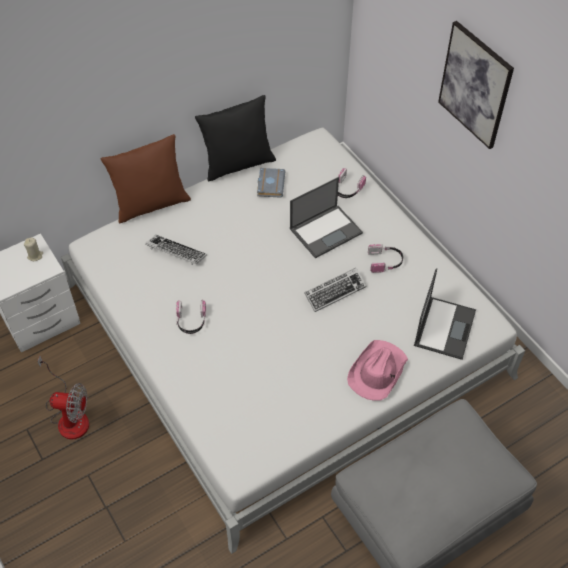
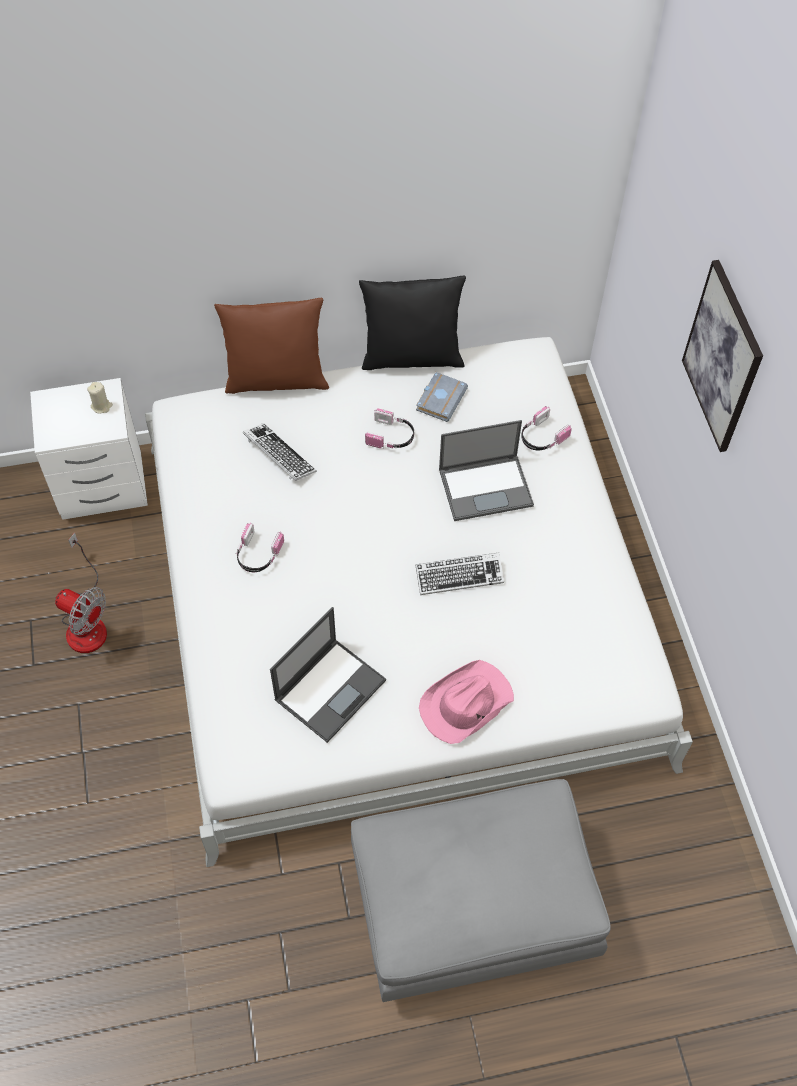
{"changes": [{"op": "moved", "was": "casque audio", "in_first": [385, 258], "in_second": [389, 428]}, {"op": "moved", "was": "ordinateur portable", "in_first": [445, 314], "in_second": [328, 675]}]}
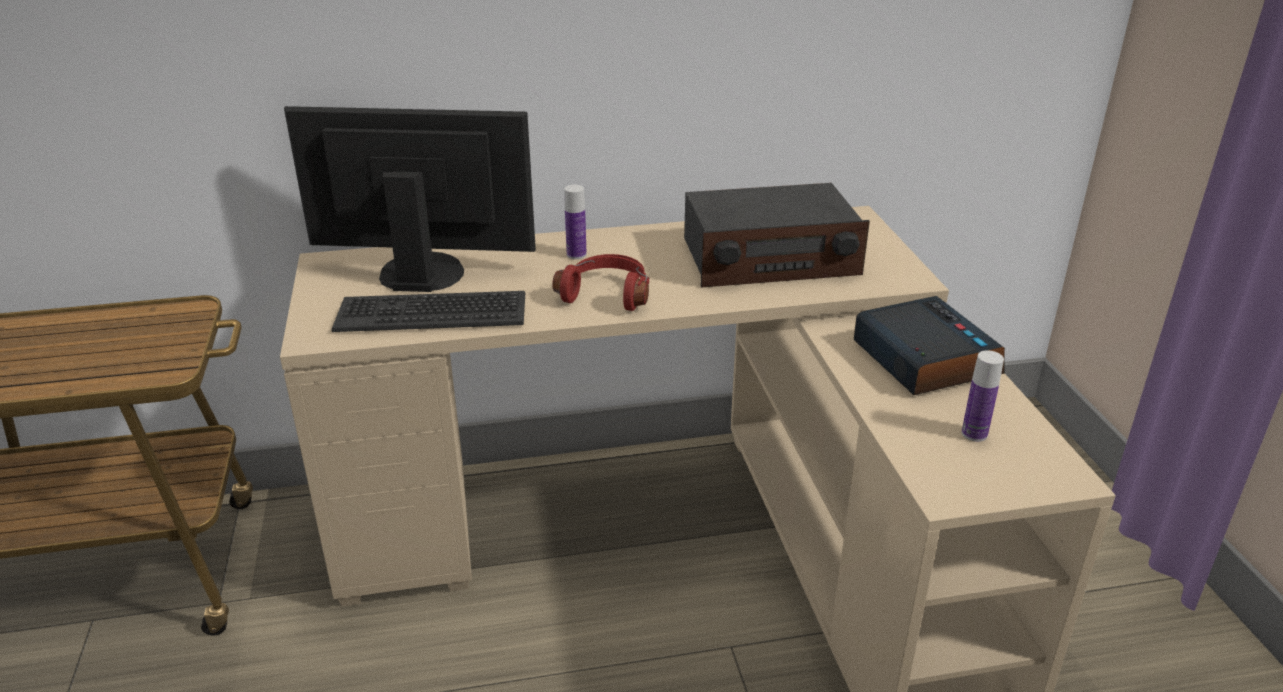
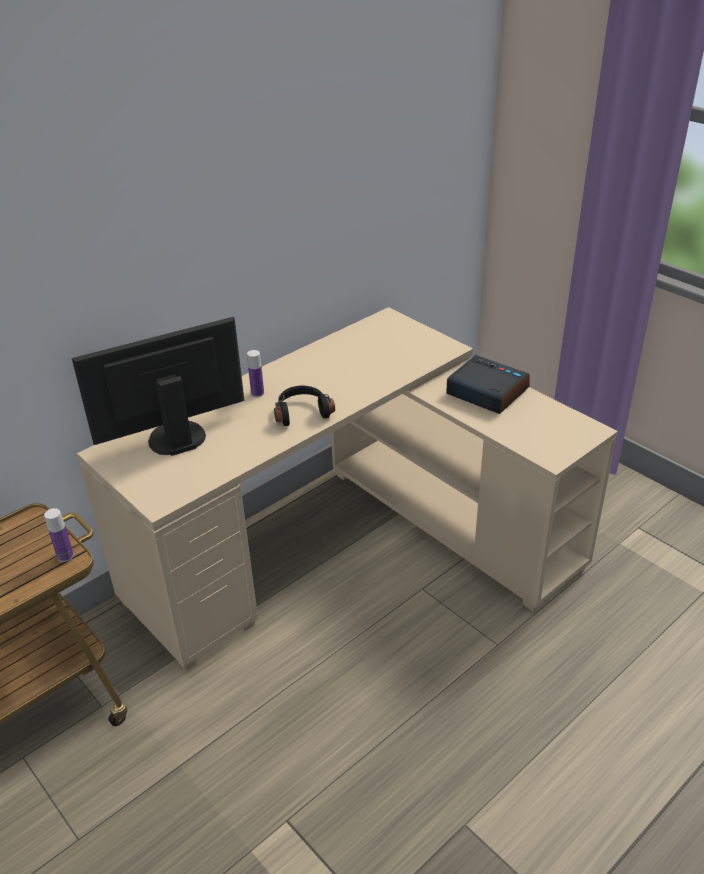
{"changes": [{"op": "removed", "was": "clavier", "in_first": [428, 311]}, {"op": "recoloured", "was": "casque audio (rouge)", "now": "casque audio (noir)", "in_first": [600, 282], "in_second": [304, 406]}, {"op": "removed", "was": "radio", "in_first": [777, 235]}, {"op": "moved", "was": "bouteille", "in_first": [983, 396], "in_second": [59, 535]}]}
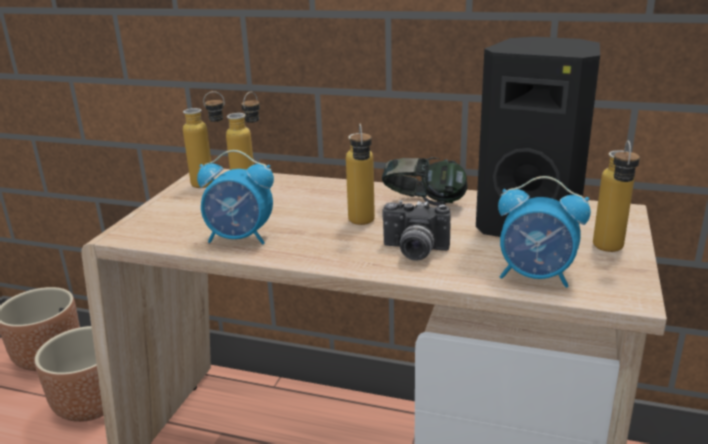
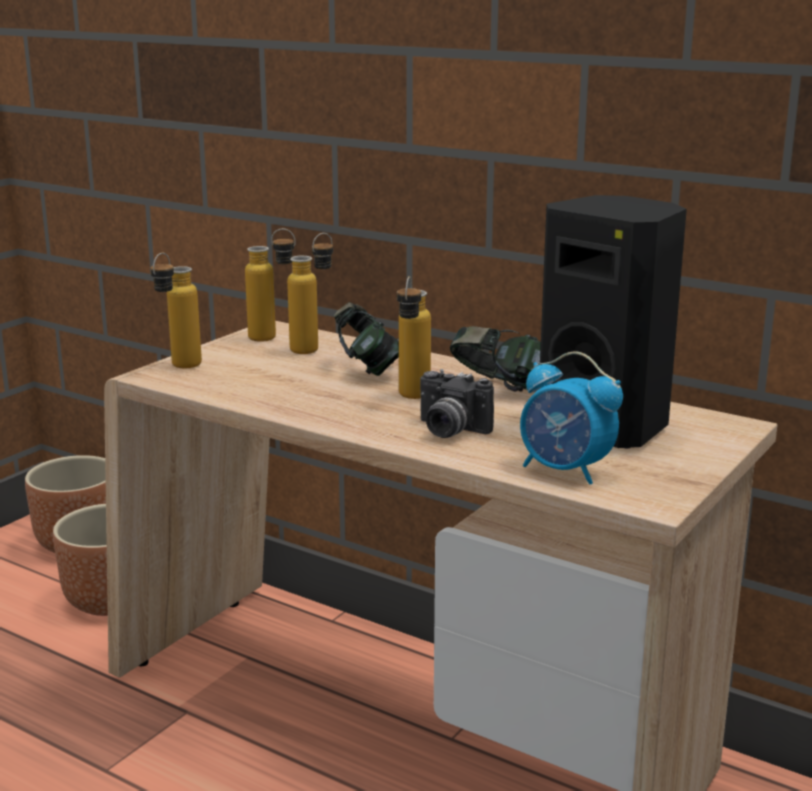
{"changes": [{"op": "removed", "was": "réveil", "in_first": [235, 197]}, {"op": "moved", "was": "bouteille", "in_first": [616, 196], "in_second": [176, 310]}, {"op": "added", "now": "casque audio", "in_second": [366, 339]}]}
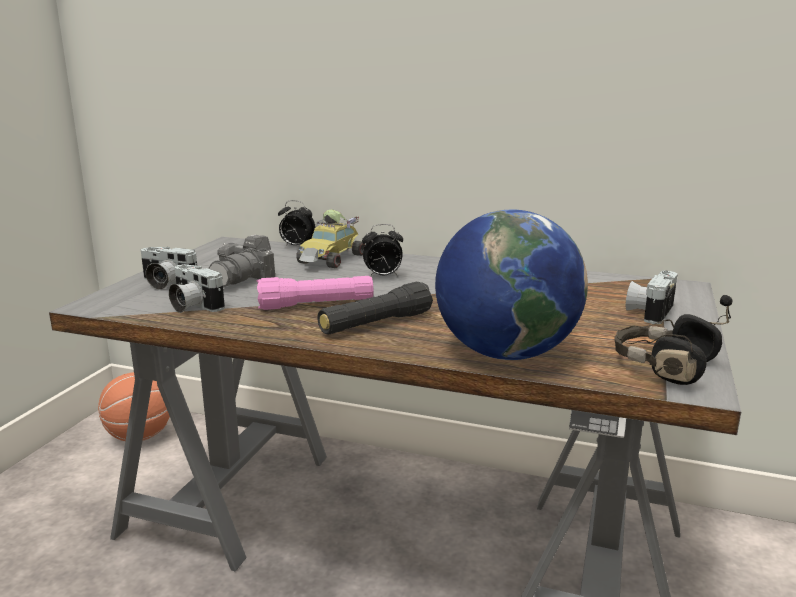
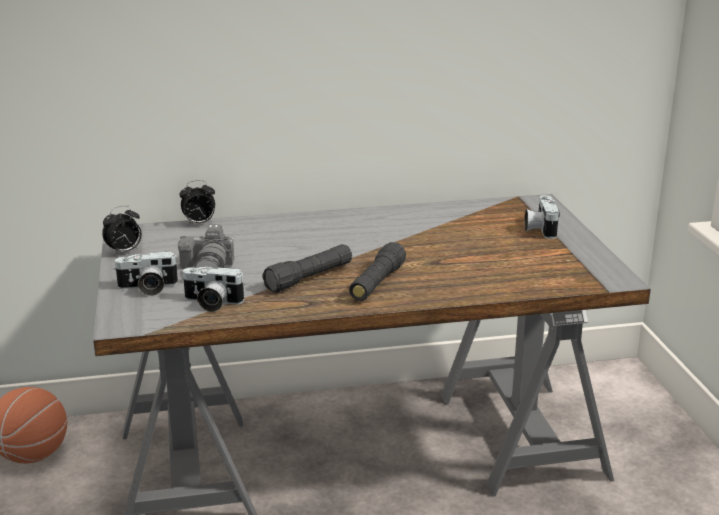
{"changes": [{"op": "recoloured", "was": "lampe de poche (rose)", "now": "lampe de poche (noir)", "in_first": [315, 293], "in_second": [307, 268]}, {"op": "removed", "was": "petite voiture", "in_first": [330, 238]}, {"op": "moved", "was": "réveil", "in_first": [382, 250], "in_second": [121, 230]}, {"op": "removed", "was": "globe", "in_first": [511, 285]}, {"op": "removed", "was": "casque audio (noir)", "in_first": [673, 340]}]}
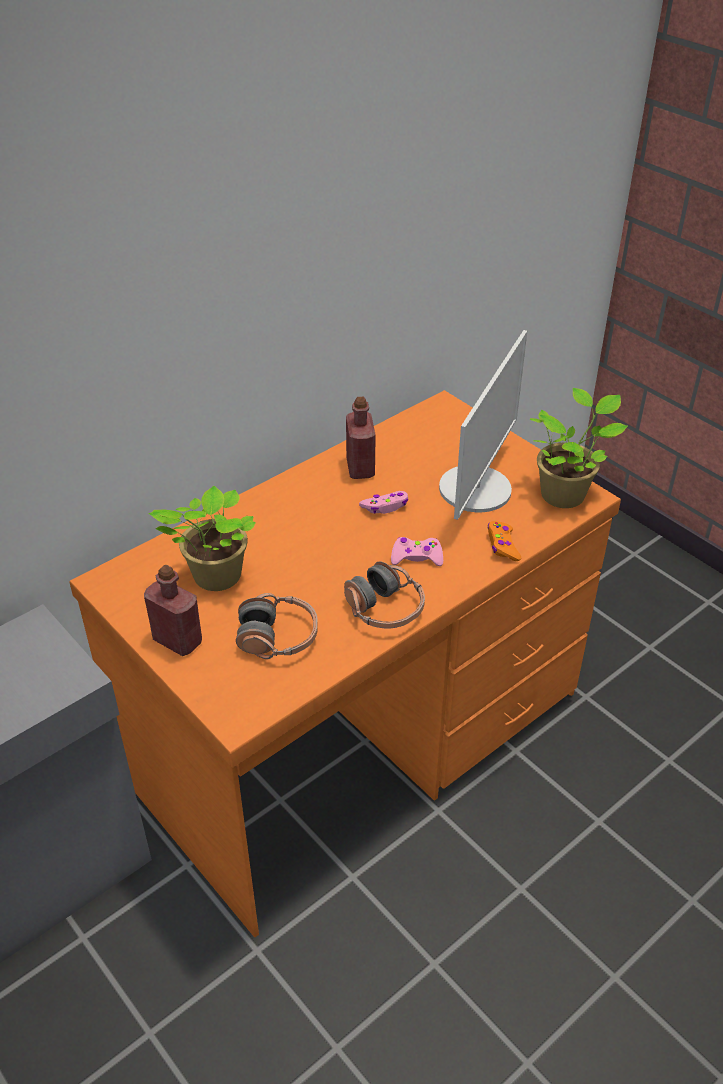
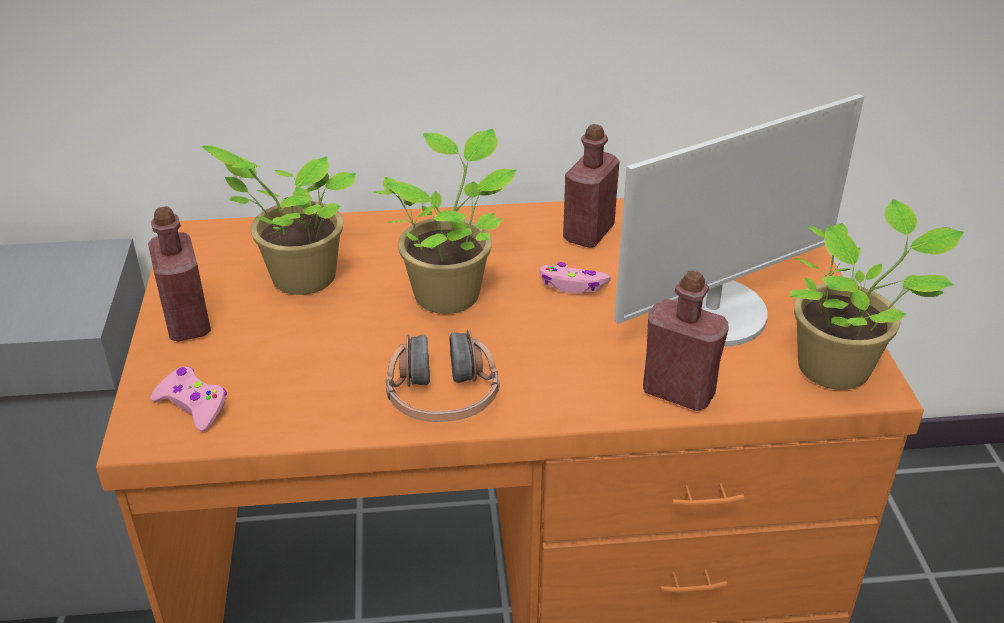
{"changes": [{"op": "removed", "was": "casque audio", "in_first": [277, 626]}, {"op": "moved", "was": "manette (rose)", "in_first": [417, 551], "in_second": [189, 399]}, {"op": "replaced", "was": "manette (orange)", "now": "bouteille (rouge)", "in_first": [504, 541], "in_second": [686, 341]}, {"op": "added", "now": "plante en pot", "in_second": [444, 221]}]}
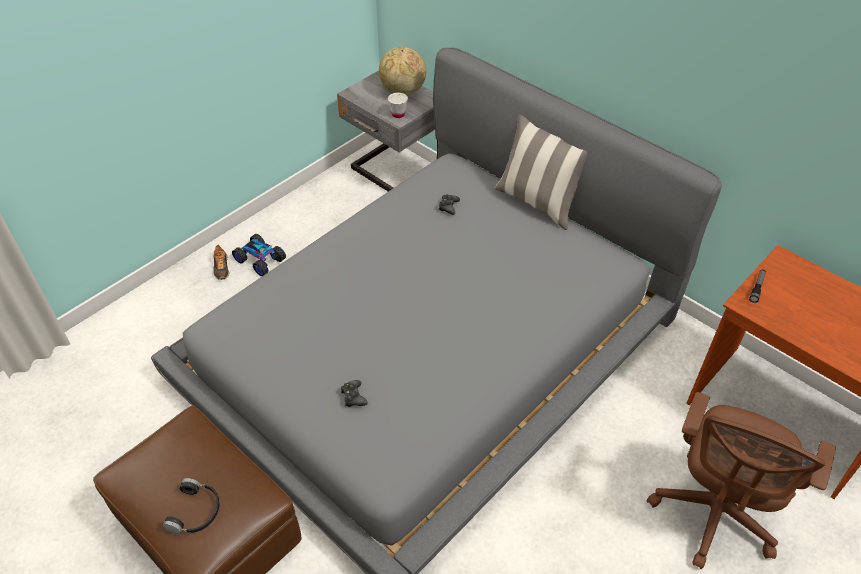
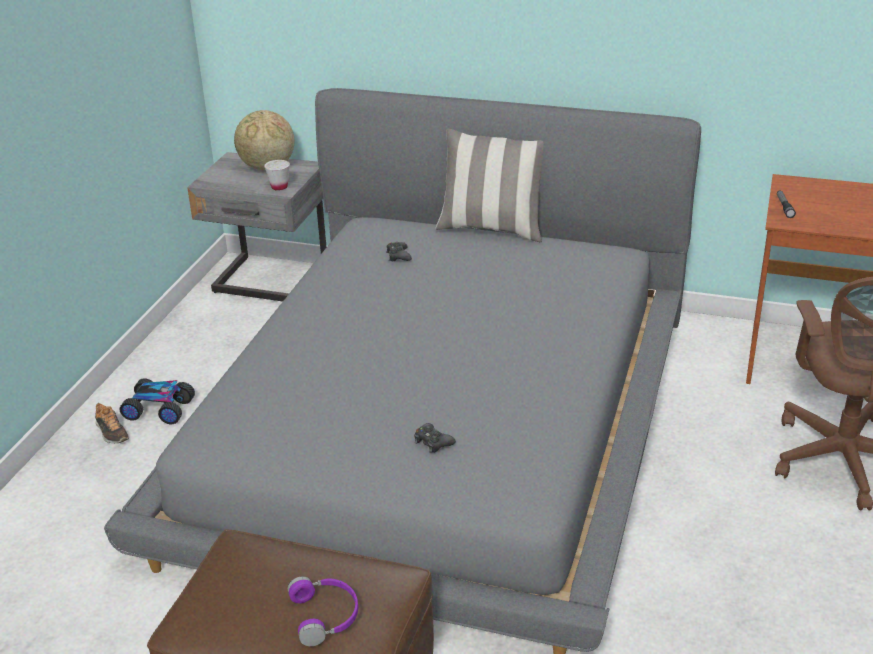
{"changes": [{"op": "recoloured", "was": "casque audio (noir)", "now": "casque audio (violet)", "in_first": [191, 506], "in_second": [323, 611]}]}
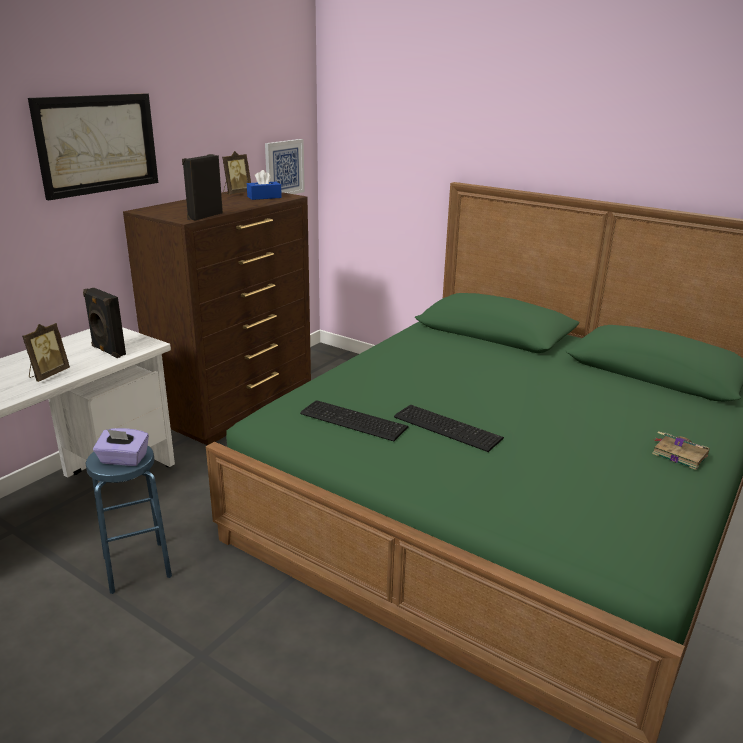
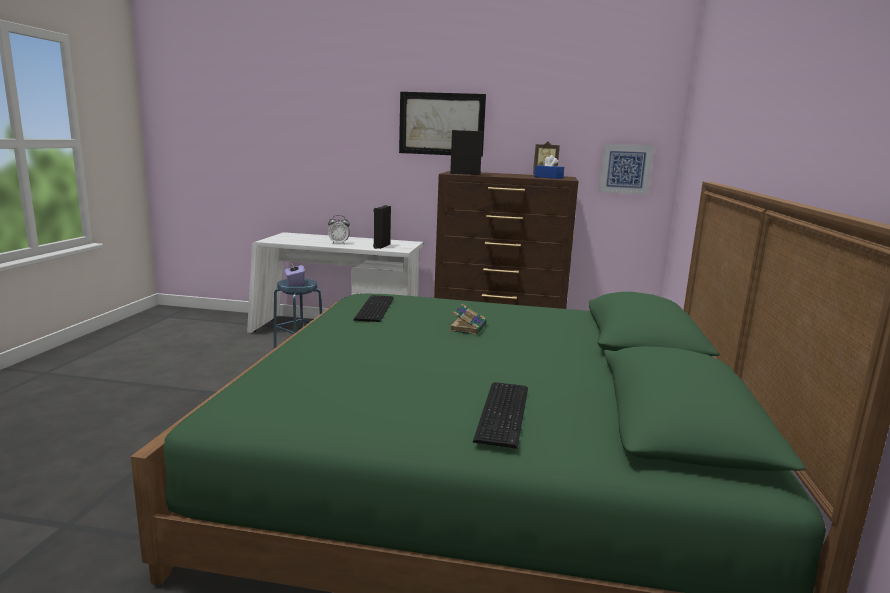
{"changes": [{"op": "replaced", "was": "cadre photo", "now": "réveil", "in_first": [46, 352], "in_second": [339, 230]}, {"op": "moved", "was": "clavier", "in_first": [449, 428], "in_second": [500, 415]}, {"op": "moved", "was": "livre", "in_first": [681, 450], "in_second": [468, 319]}]}
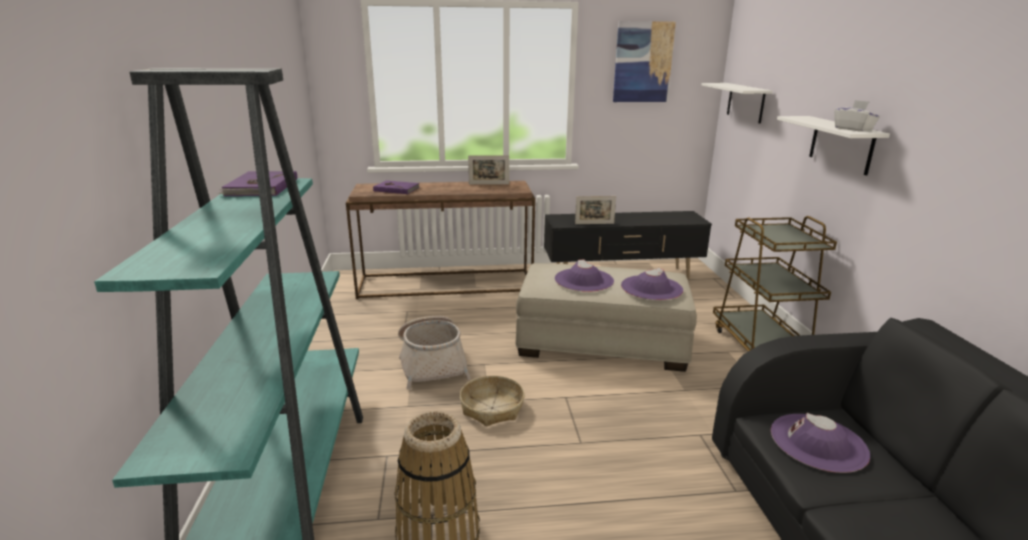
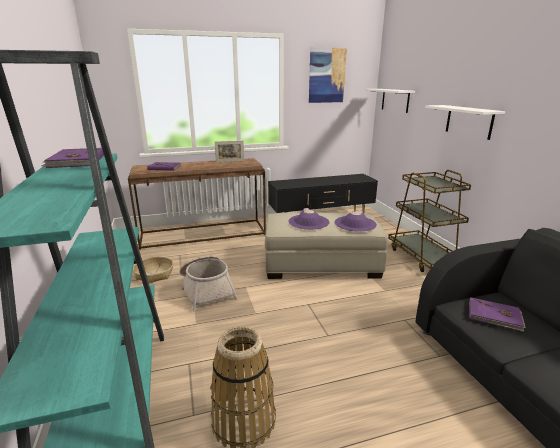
{"changes": [{"op": "moved", "was": "panier", "in_first": [492, 401], "in_second": [153, 270]}, {"op": "removed", "was": "cadre photo", "in_first": [595, 210]}, {"op": "replaced", "was": "chapeau (violet)", "now": "livre (violet)", "in_first": [820, 443], "in_second": [497, 314]}, {"op": "removed", "was": "boîte à mouchoirs (blanc)", "in_first": [857, 116]}]}
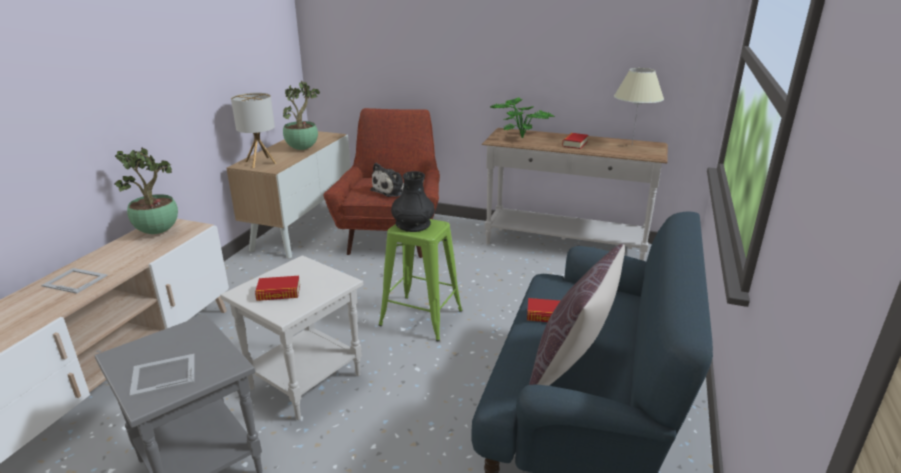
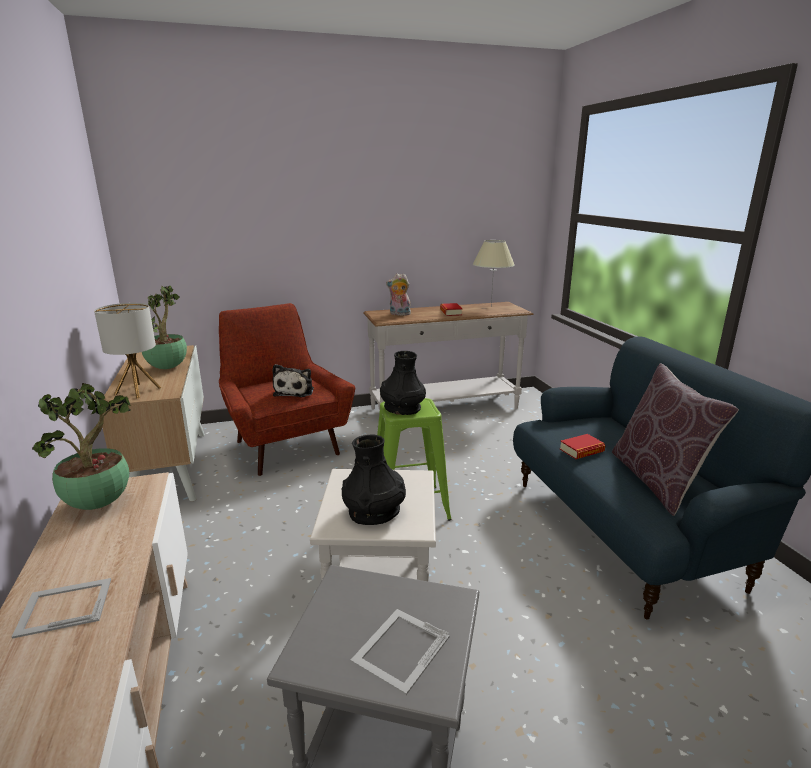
{"changes": [{"op": "replaced", "was": "livre", "now": "vase (noir)", "in_first": [277, 288], "in_second": [374, 480]}, {"op": "replaced", "was": "plante en pot", "now": "peluche", "in_first": [522, 117], "in_second": [398, 294]}]}
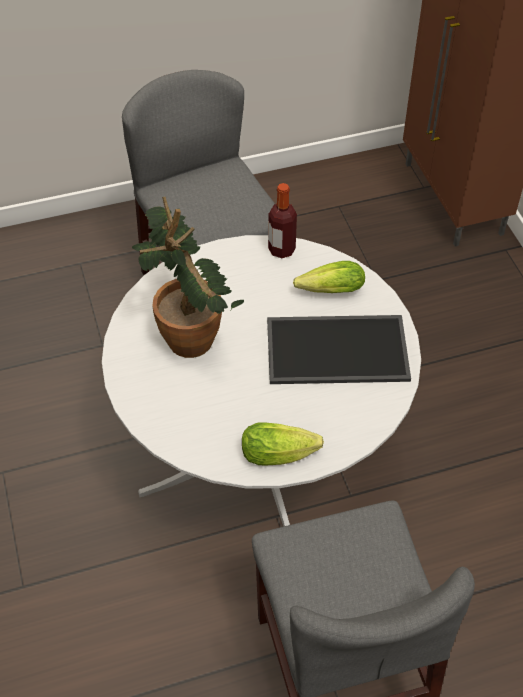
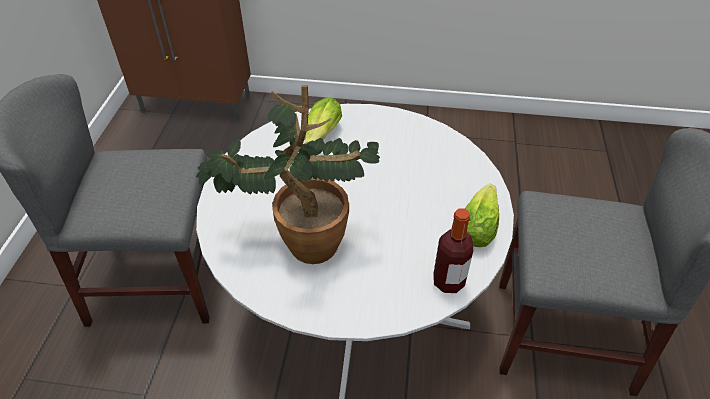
{"changes": [{"op": "removed", "was": "plateau", "in_first": [339, 349]}, {"op": "moved", "was": "bouteille", "in_first": [282, 220], "in_second": [453, 250]}]}
